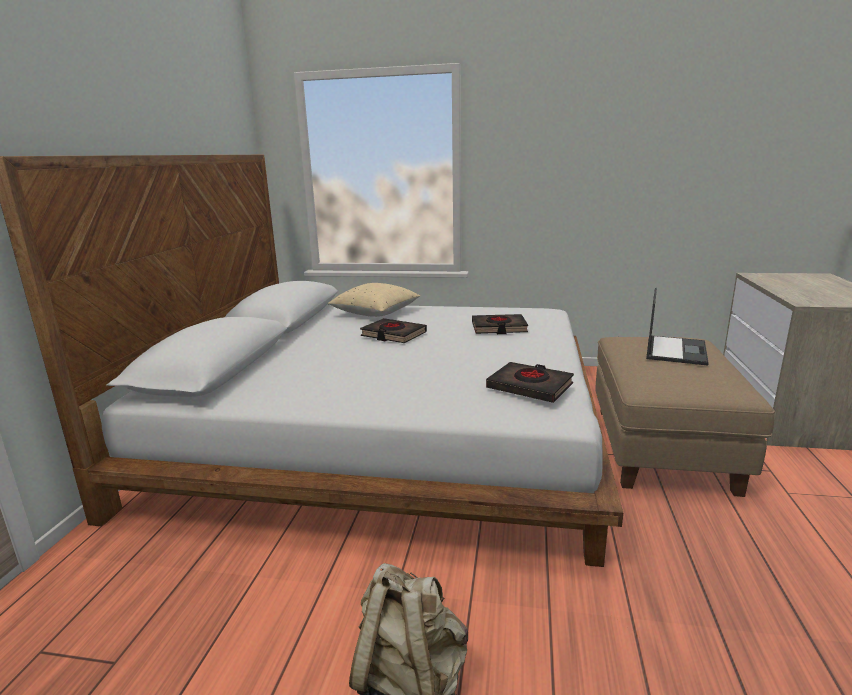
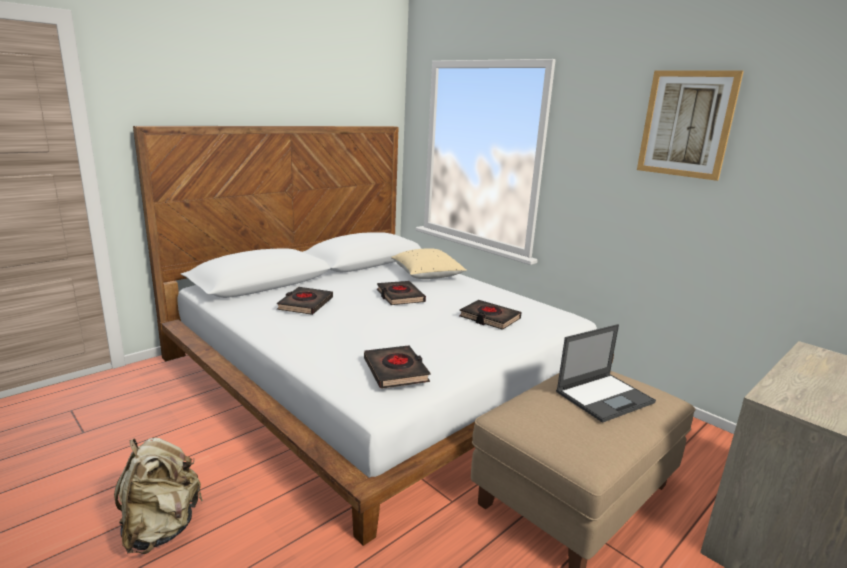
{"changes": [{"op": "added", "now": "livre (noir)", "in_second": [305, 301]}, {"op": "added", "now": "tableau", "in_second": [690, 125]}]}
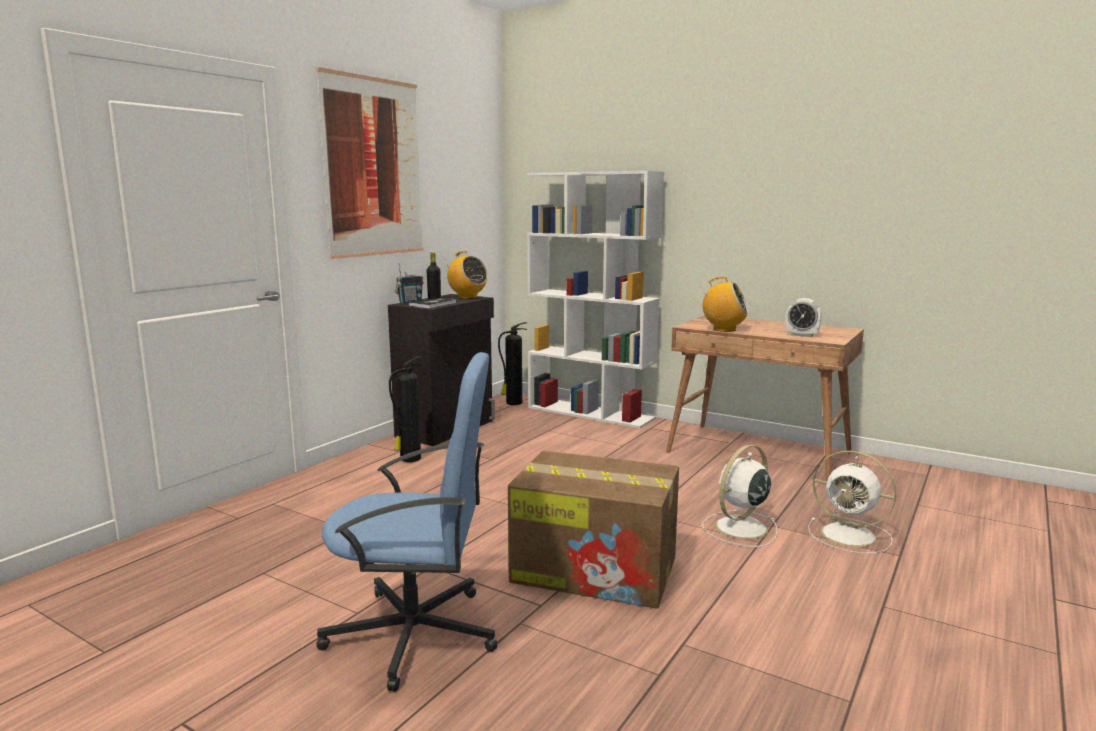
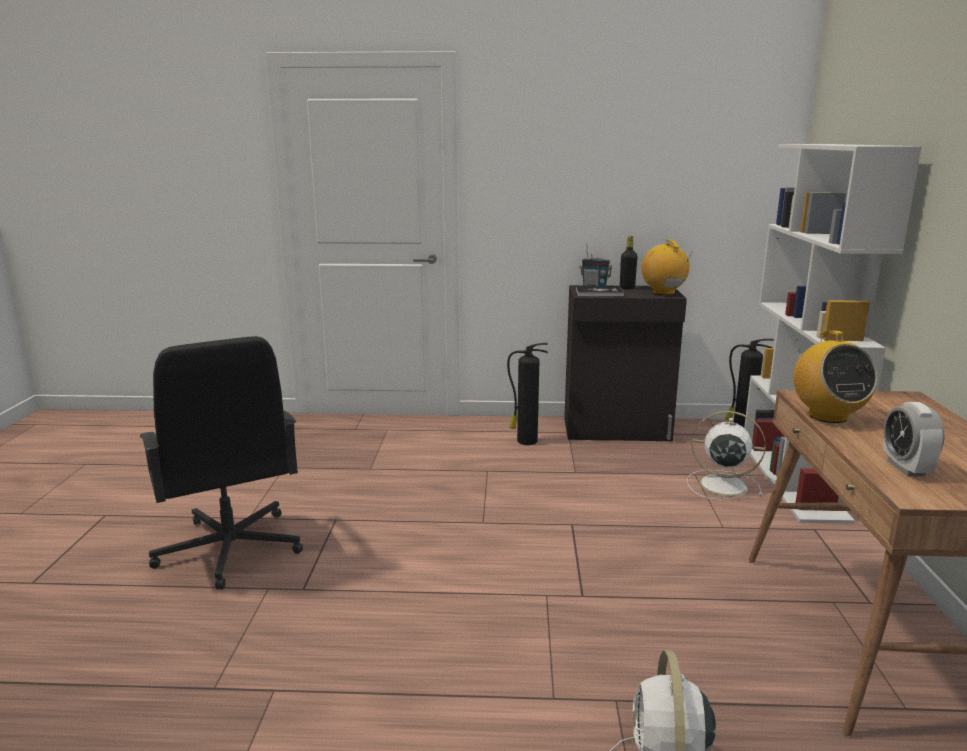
{"changes": [{"op": "removed", "was": "tableau", "in_first": [370, 163]}, {"op": "recoloured", "was": "chaise de bureau (bleu)", "now": "chaise de bureau (noir)", "in_first": [407, 522], "in_second": [221, 463]}, {"op": "turned", "was": "radio", "in_first": [466, 275], "in_second": [665, 267], "clockwise": 150}, {"op": "removed", "was": "carton", "in_first": [593, 530]}, {"op": "moved", "was": "ventilateur (blanc)", "in_first": [739, 496], "in_second": [726, 455]}]}
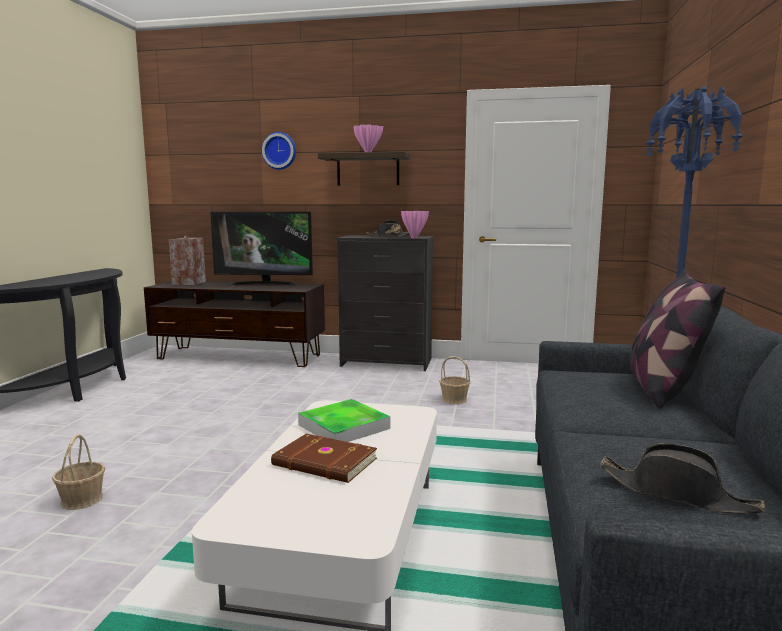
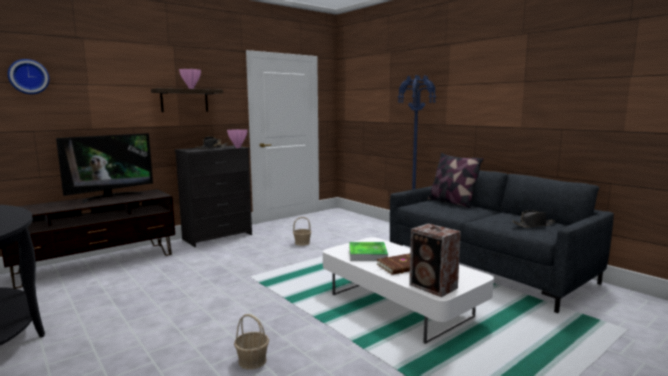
{"changes": [{"op": "moved", "was": "enceinte", "in_first": [187, 261], "in_second": [435, 260]}, {"op": "moved", "was": "horloge murale", "in_first": [279, 151], "in_second": [28, 76]}]}
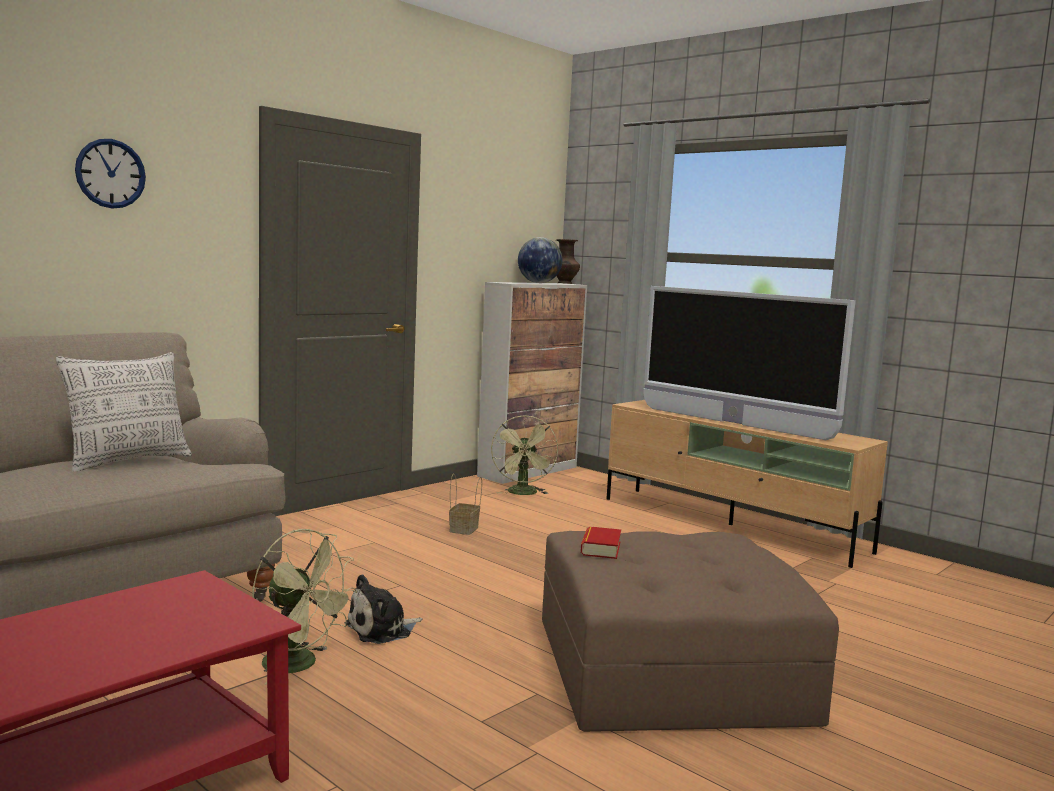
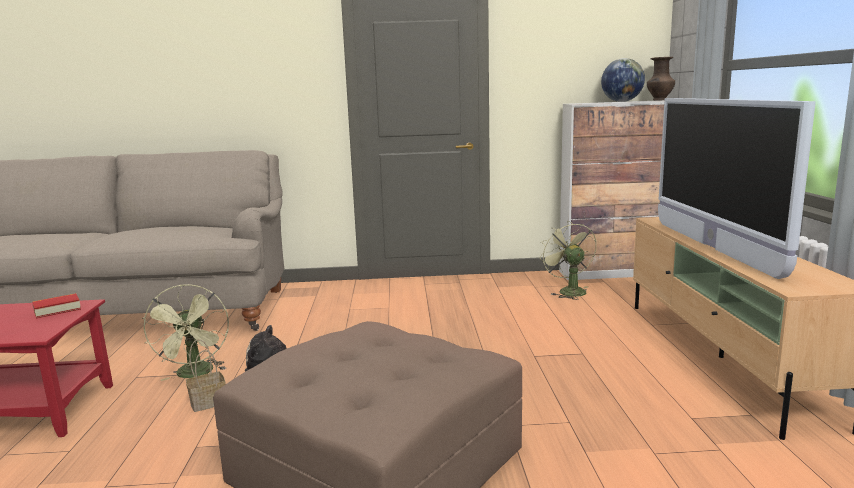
{"changes": [{"op": "removed", "was": "coussin", "in_first": [124, 412]}, {"op": "removed", "was": "horloge murale", "in_first": [110, 173]}, {"op": "moved", "was": "panier", "in_first": [465, 504], "in_second": [206, 375]}, {"op": "turned", "was": "ventilateur (vert)", "in_first": [524, 455], "in_second": [568, 260], "clockwise": 120}, {"op": "moved", "was": "livre", "in_first": [601, 542], "in_second": [56, 306]}]}
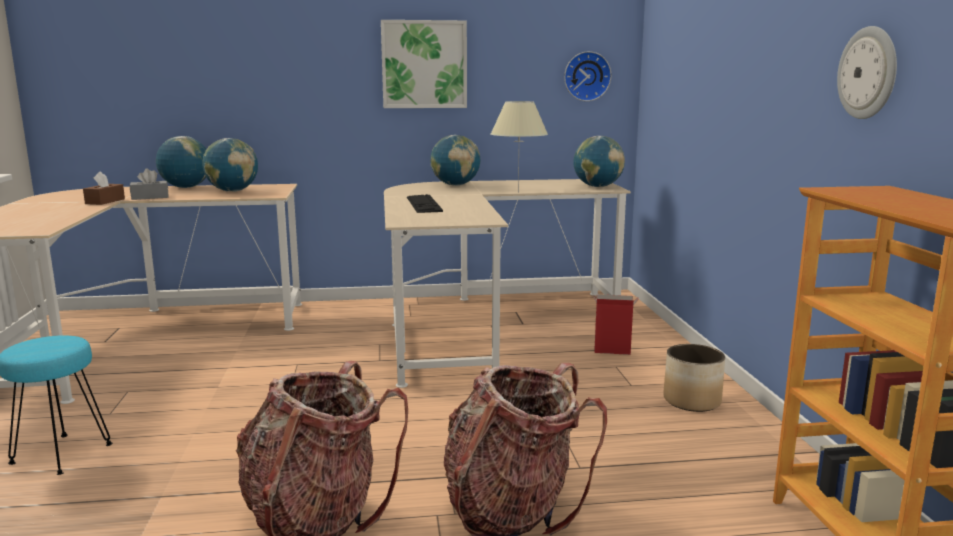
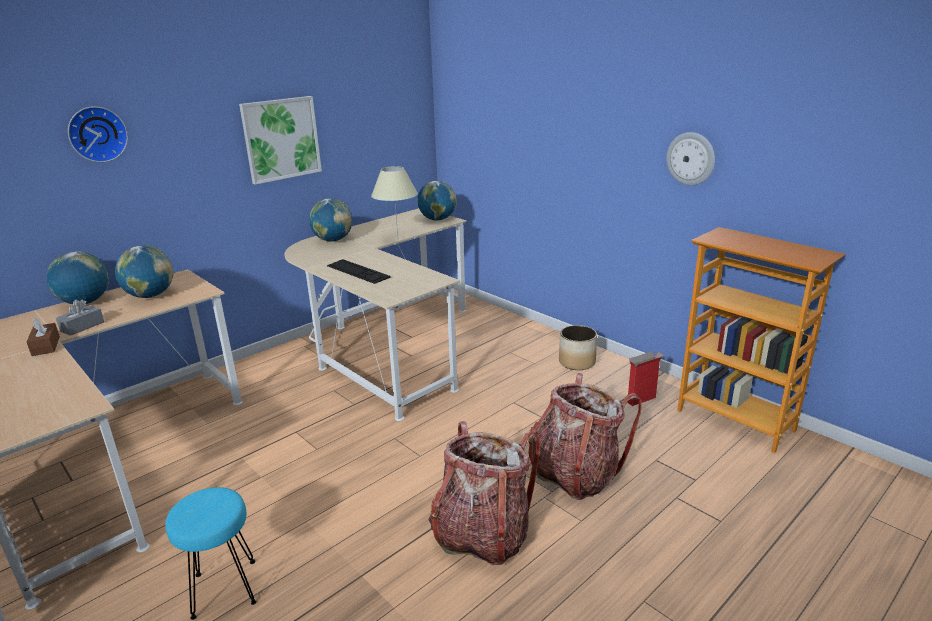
{"changes": [{"op": "moved", "was": "horloge murale", "in_first": [587, 76], "in_second": [98, 134]}, {"op": "moved", "was": "carton", "in_first": [616, 324], "in_second": [645, 378]}]}
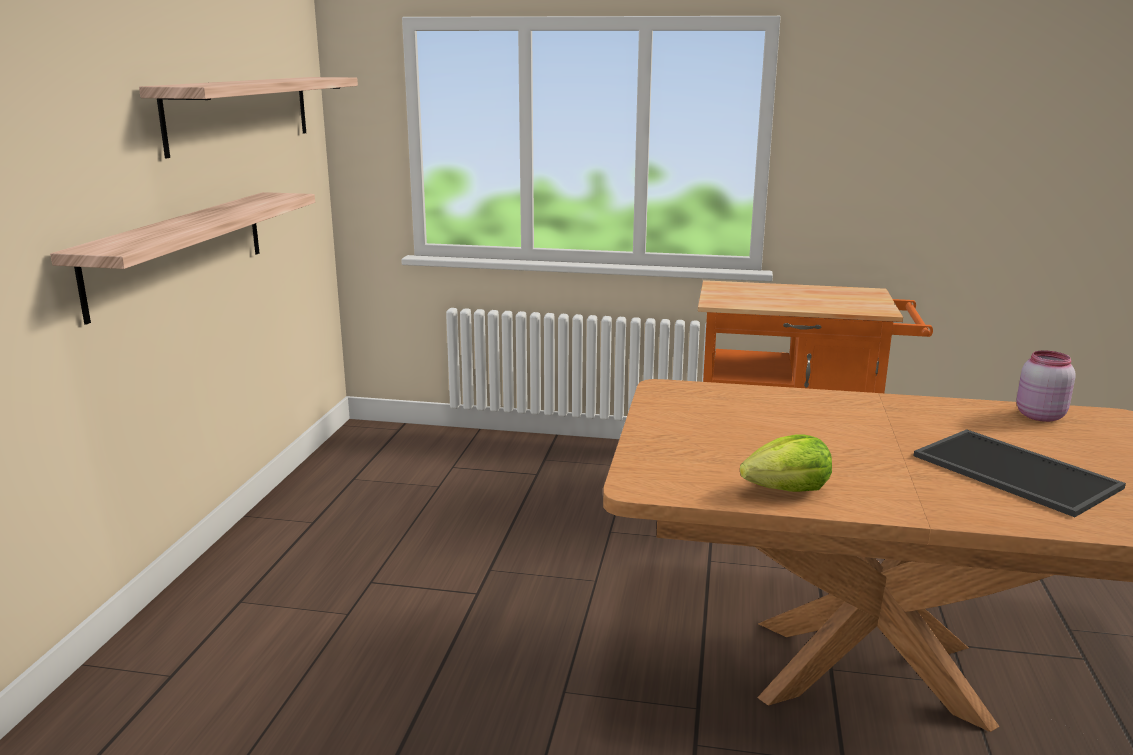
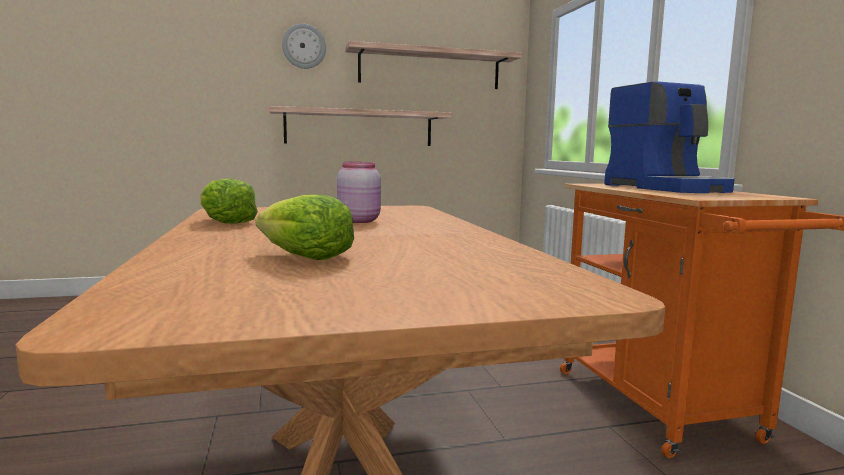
{"changes": [{"op": "replaced", "was": "plateau", "now": "laitue", "in_first": [1019, 473], "in_second": [305, 227]}, {"op": "moved", "was": "bocal (rose)", "in_first": [1046, 386], "in_second": [359, 192]}, {"op": "added", "now": "horloge murale", "in_second": [304, 46]}, {"op": "added", "now": "machine à café", "in_second": [669, 137]}]}
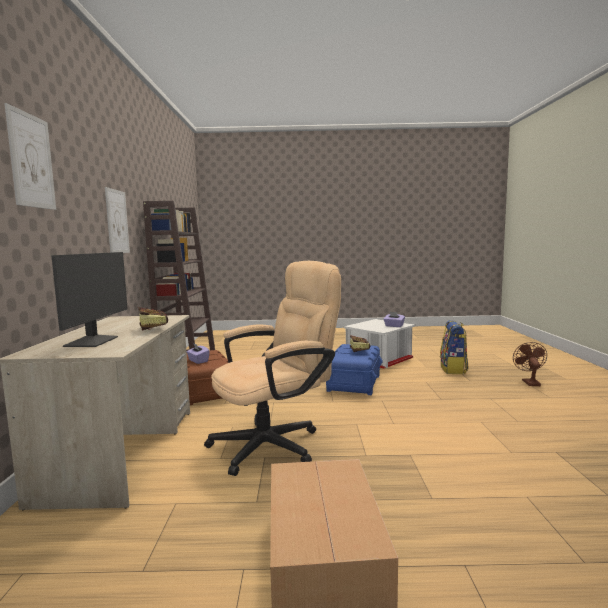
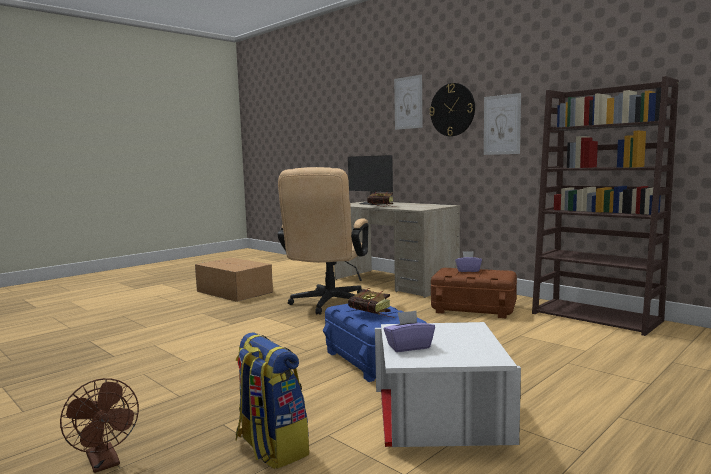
{"changes": [{"op": "added", "now": "horloge murale", "in_second": [452, 109]}]}
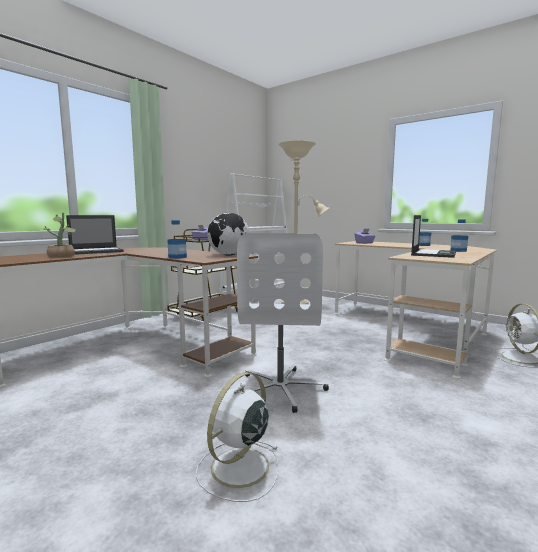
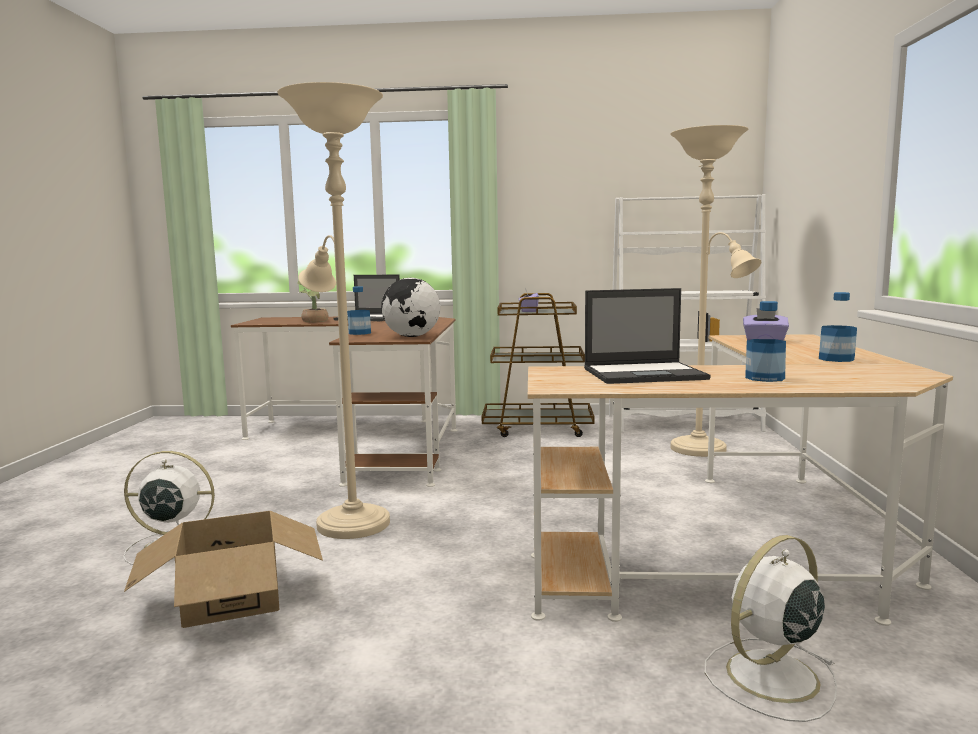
{"changes": [{"op": "replaced", "was": "chaise de bureau (blanc)", "now": "lampadaire (beige)", "in_first": [283, 323], "in_second": [333, 310]}, {"op": "added", "now": "carton", "in_second": [223, 569]}]}
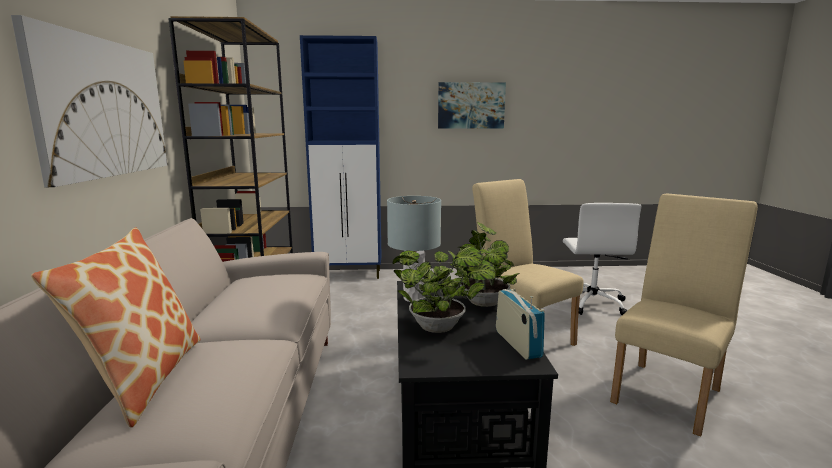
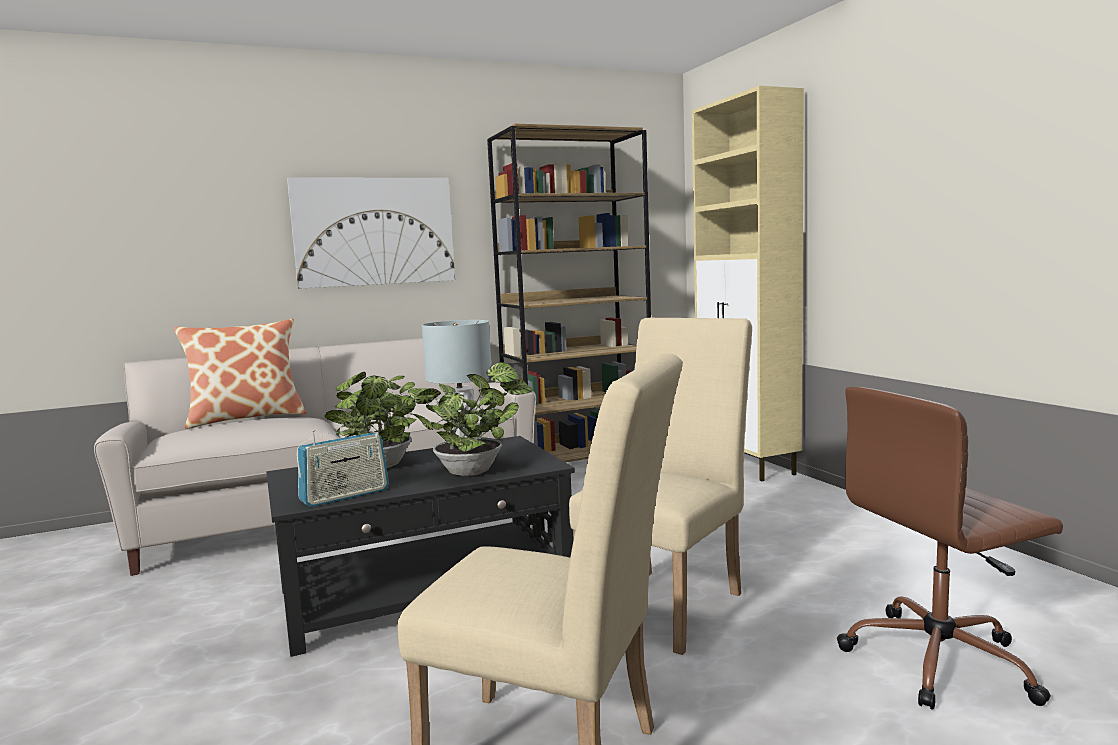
{"changes": [{"op": "recoloured", "was": "meuble de rangement (bleu)", "now": "meuble de rangement (beige)", "in_first": [341, 157], "in_second": [748, 283]}, {"op": "removed", "was": "tableau", "in_first": [472, 105]}, {"op": "recoloured", "was": "chaise de bureau (blanc)", "now": "chaise de bureau (marron)", "in_first": [602, 259], "in_second": [950, 548]}]}
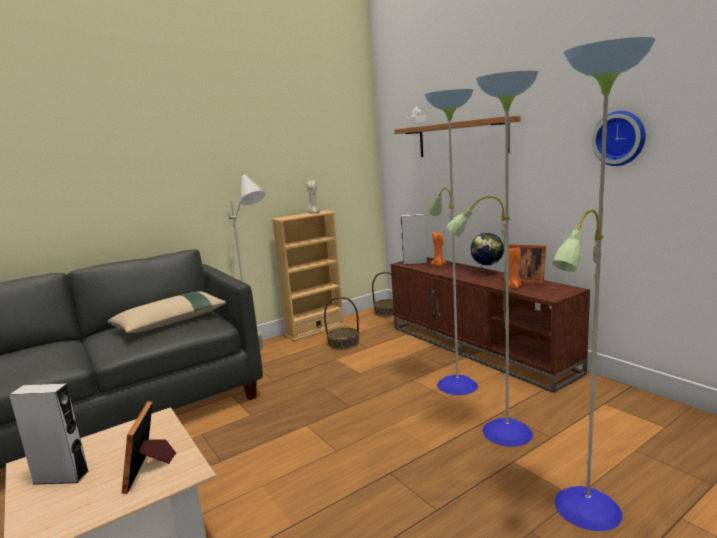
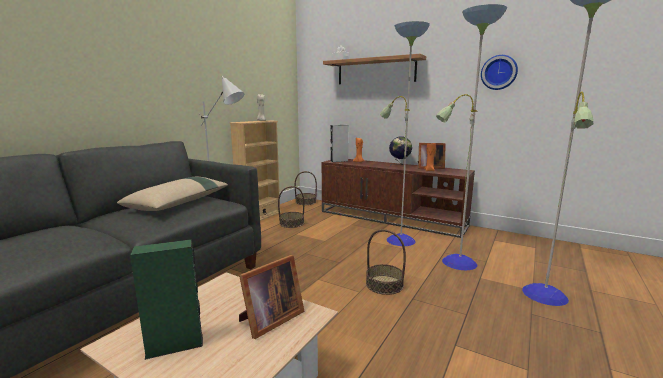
{"changes": [{"op": "recoloured", "was": "enceinte (gris)", "now": "enceinte (vert)", "in_first": [49, 434], "in_second": [166, 299]}, {"op": "turned", "was": "cadre photo", "in_first": [149, 447], "in_second": [272, 297], "clockwise": -105}, {"op": "added", "now": "panier", "in_second": [386, 262]}]}
